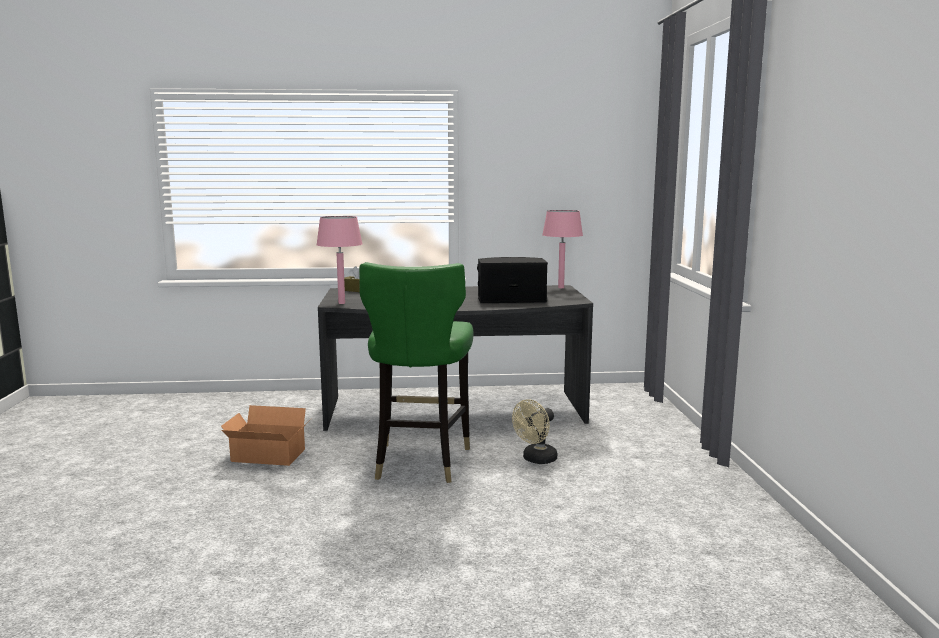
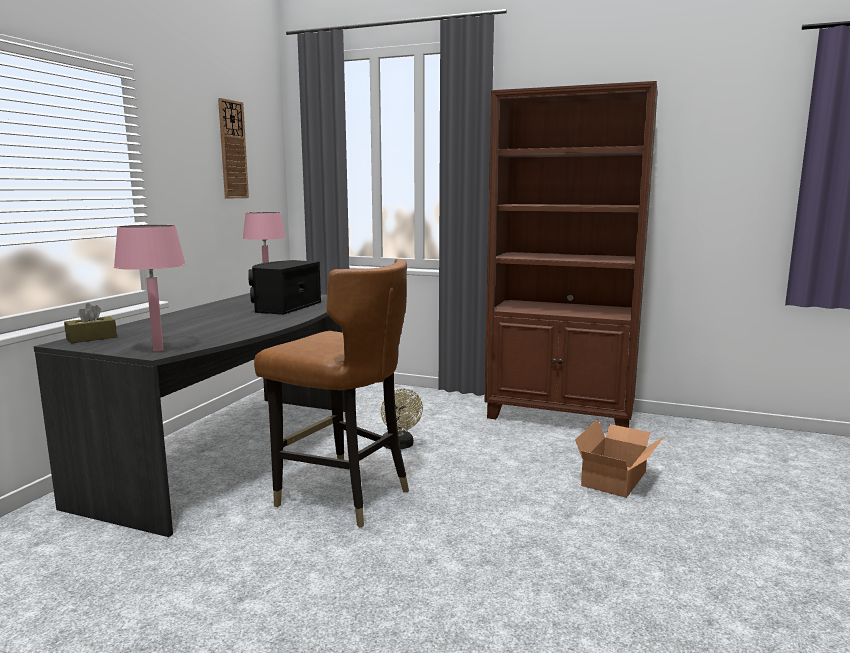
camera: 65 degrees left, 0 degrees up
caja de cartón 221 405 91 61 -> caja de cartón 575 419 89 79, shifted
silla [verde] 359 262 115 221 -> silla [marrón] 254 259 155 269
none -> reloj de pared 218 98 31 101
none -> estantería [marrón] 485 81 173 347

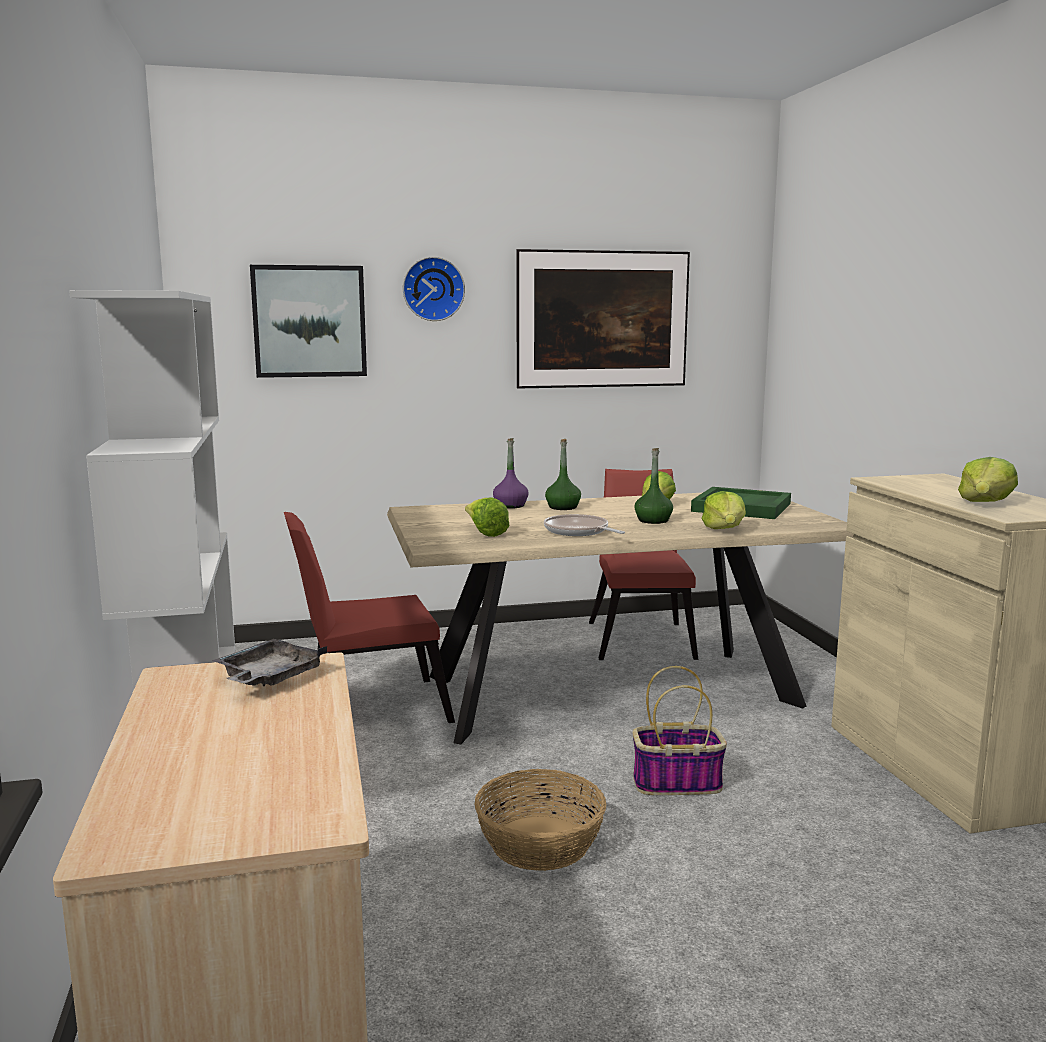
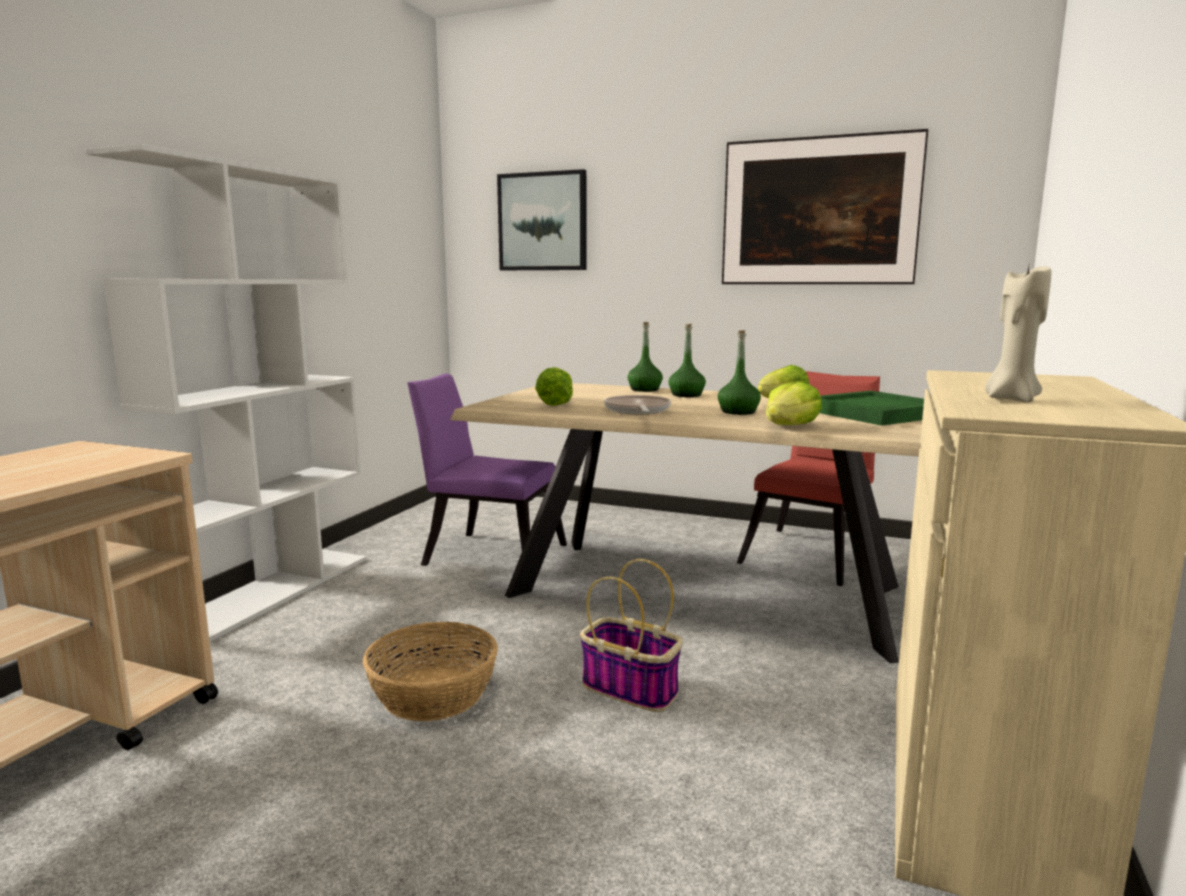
camera: 35 degrees right, 0 degrees up
bandeja [gris] 212 639 115 47 -> none
silla [rojo] 284 512 171 211 -> silla [morado] 407 374 160 192
reloj de pared 403 257 62 64 -> none
botella [morado] 493 438 36 71 -> botella [verde] 628 322 35 70
lechuga 958 457 60 45 -> vela [beis] 985 266 66 137

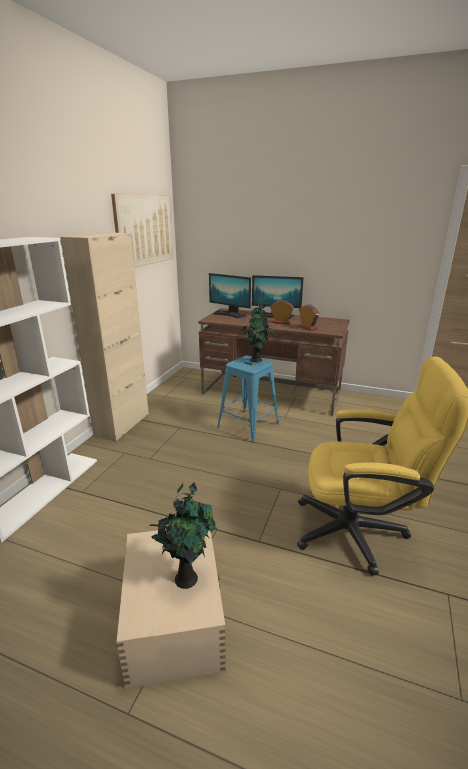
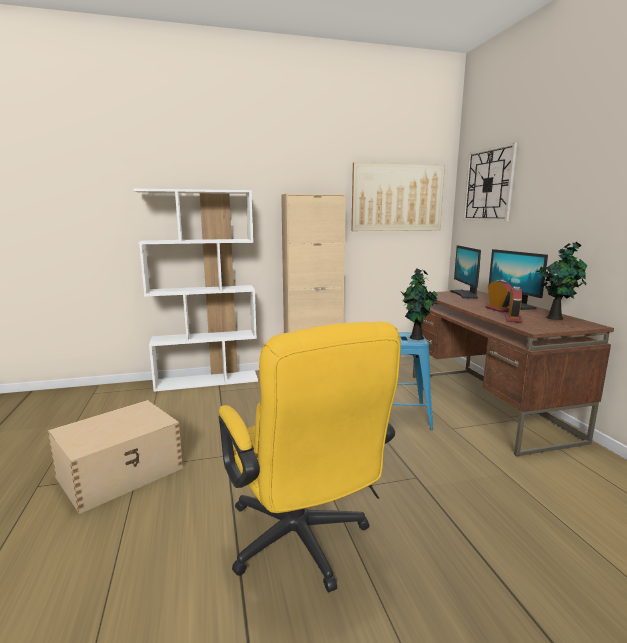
camera: 55 degrees right, 10 degrees down
planta en maceta 149 482 68 107 -> planta en maceta 536 242 51 78, shifted
none -> reloj de pared 463 142 54 79

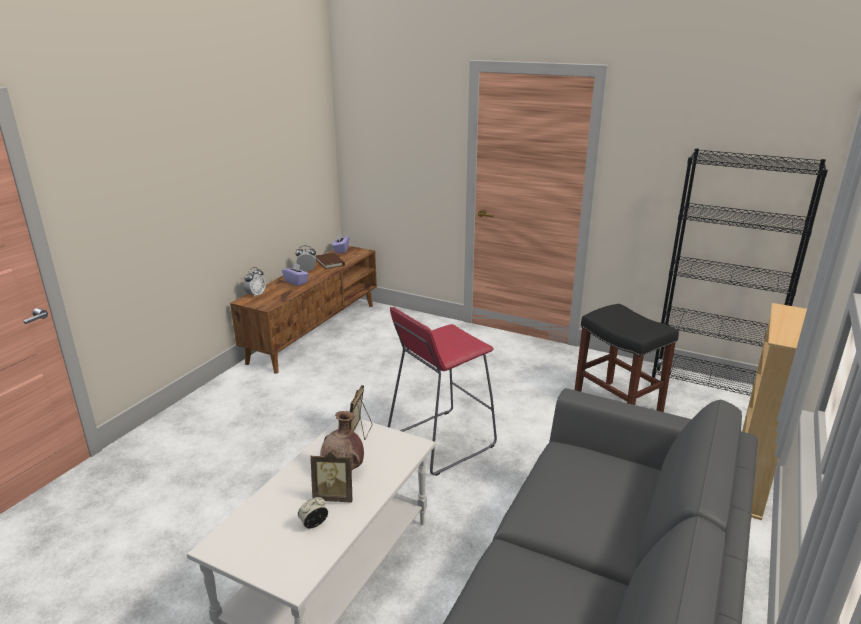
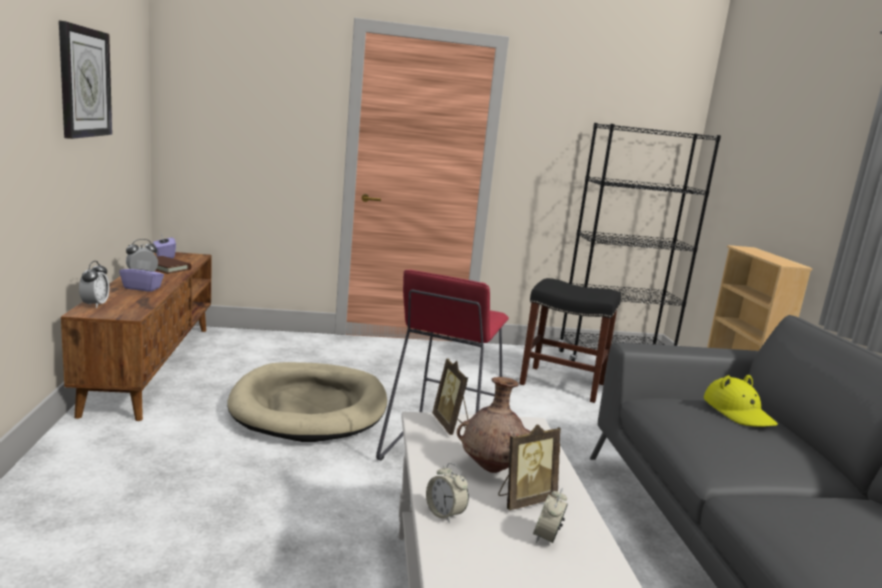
camera: 35 degrees left, 10 degrees down
none -> reloj de pared 59 21 53 118
none -> cama para perro [beis] 228 362 159 80
none -> despertador 426 463 43 60
none -> sombrero [amarillo] 704 375 74 52

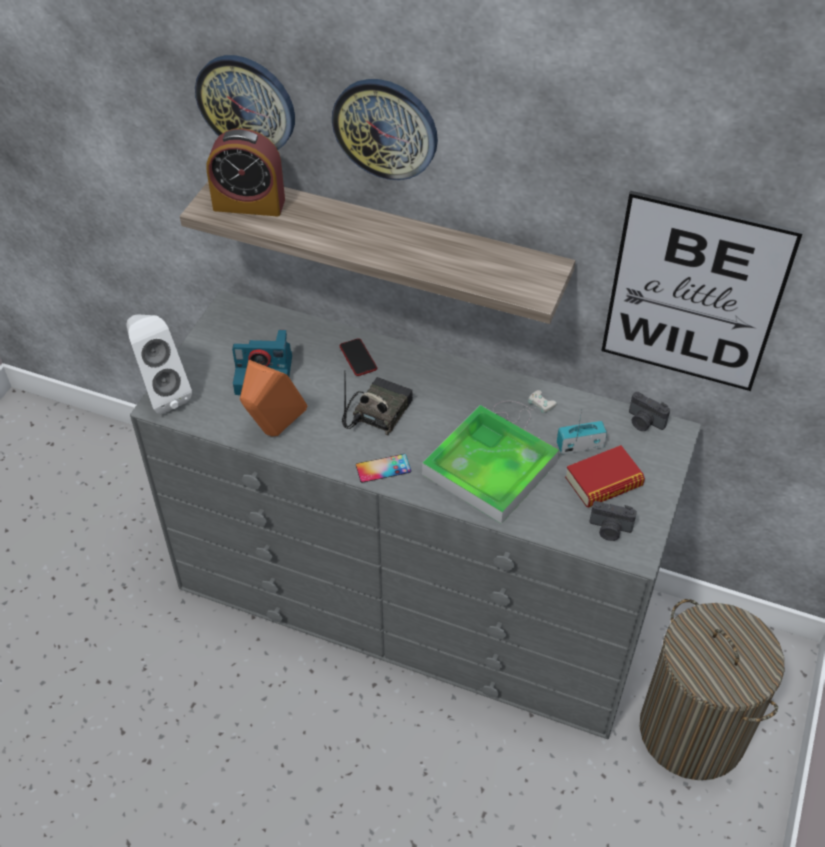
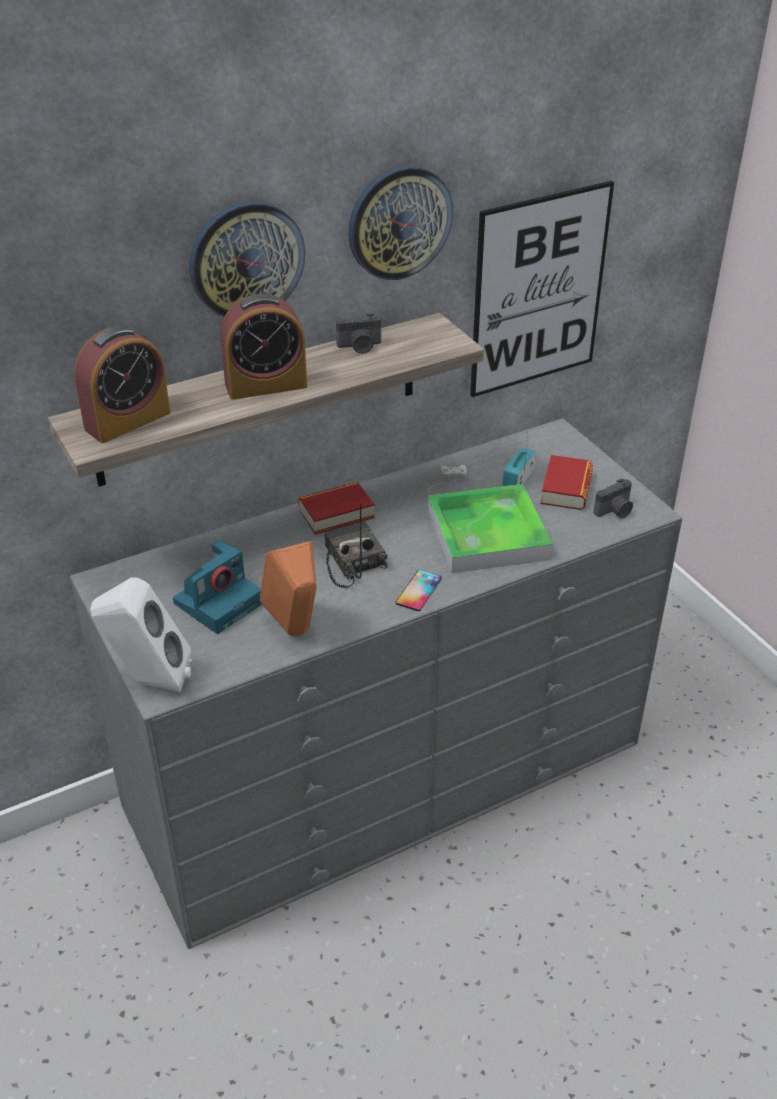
camera: 50 degrees left, 10 degrees down
reloj de pared 195 55 100 95 -> reloj de pared 348 165 105 115, shifted
móvil 340 338 37 38 -> none
cámara 629 392 41 39 -> cámara 336 313 45 41, shifted
cesto de la ropa 640 599 144 181 -> none
none -> despertador 220 294 87 106
none -> libro 298 482 77 53

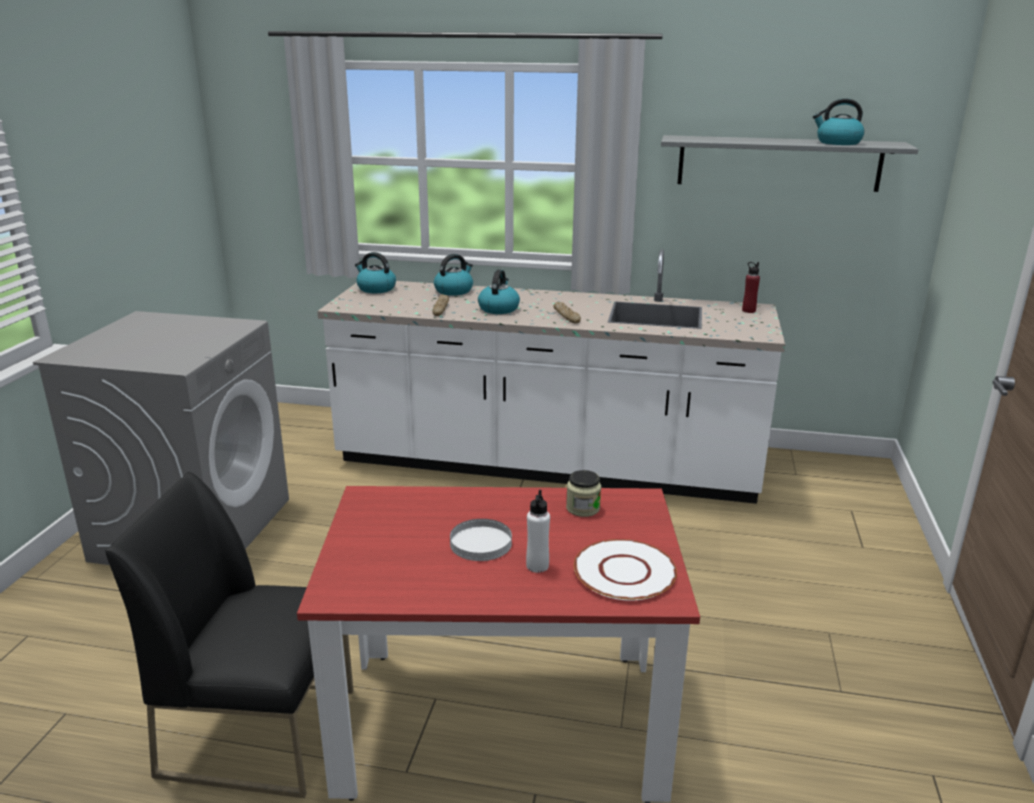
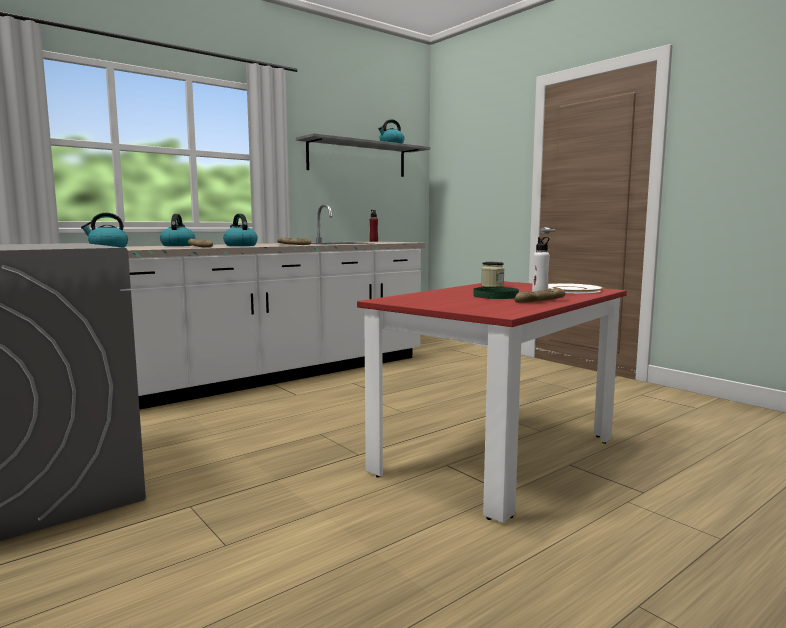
camera: 50 degrees left, 15 degrees down
silla [negro] 105 472 248 326 -> none
plato [blanco] 450 519 62 42 -> plato [verde] 473 287 46 12
none -> pan 514 288 51 15

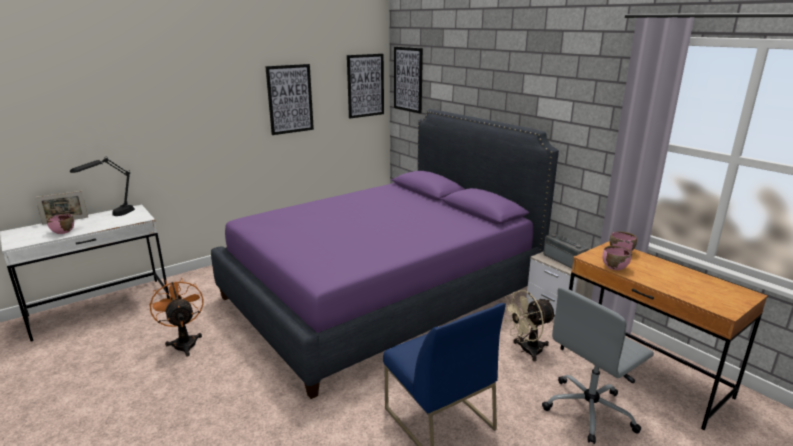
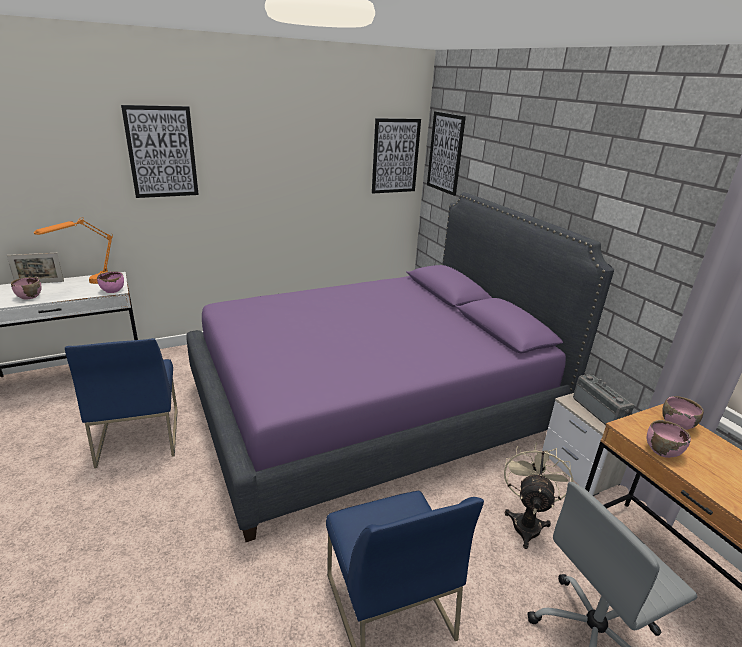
camera: 10 degrees right, 5 degrees up
lámpara de mesa [negro] 70 156 65 60 -> lámpara de mesa [naranja] 34 217 79 67
ventilador [naranja] 149 278 54 78 -> silla [azul] 65 338 113 130
cuadro 265 64 49 71 -> cuadro 121 105 78 93, shifted
ventilador [beis] 505 290 50 71 -> ventilador [beis] 504 442 69 107, 120 degrees clockwise
none -> cuenco [rosa] 97 271 27 22

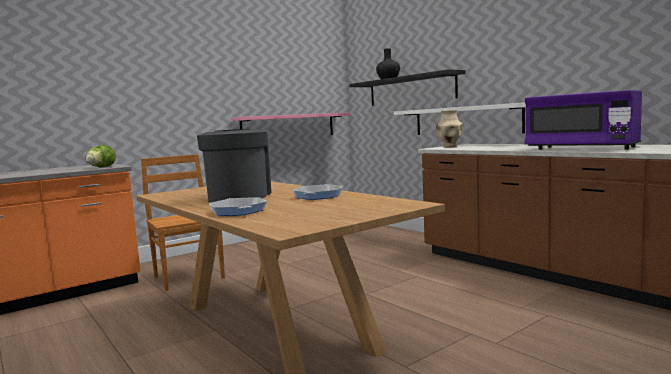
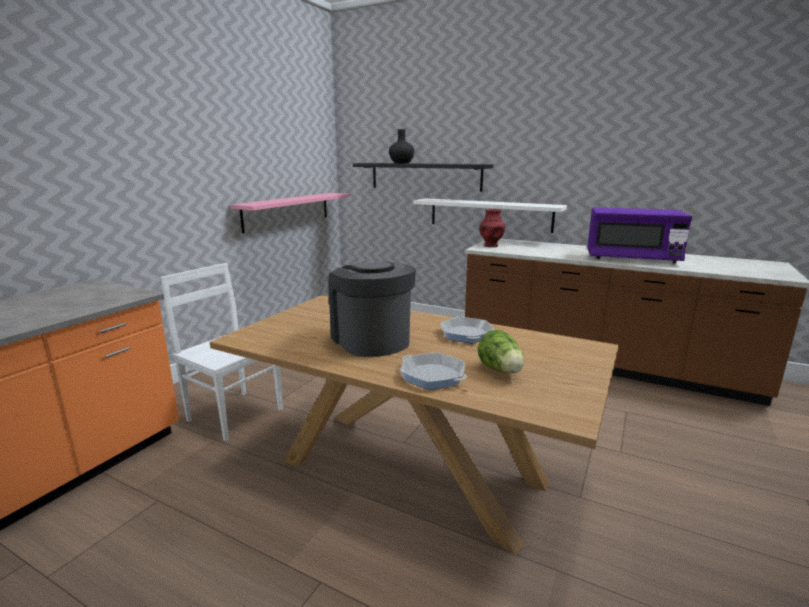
camera: 25 degrees left, 10 degrees up
lechuga 85 145 31 23 -> lechuga 478 329 46 44, shifted
silla [marrón] 141 154 84 137 -> silla [blanco] 161 263 122 178
florero [beis] 436 110 27 38 -> florero [rojo] 479 209 26 38

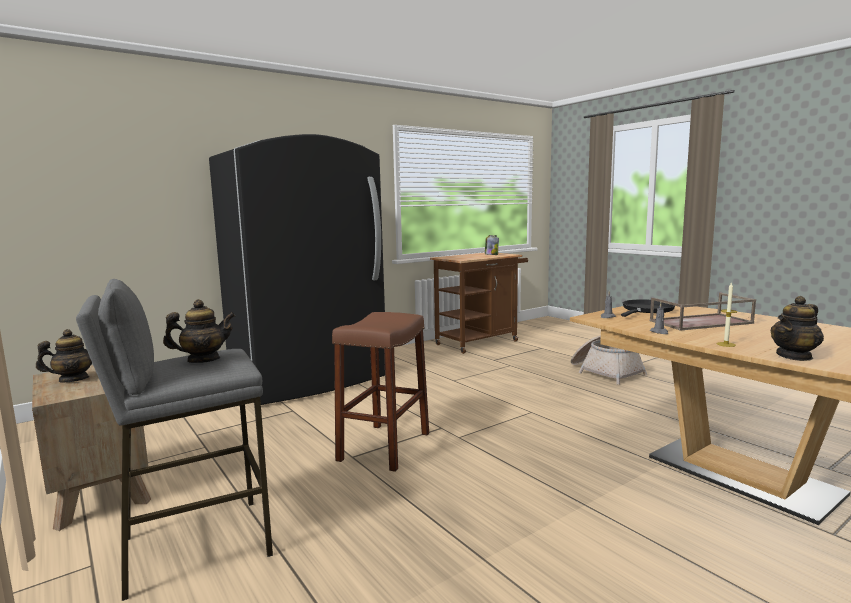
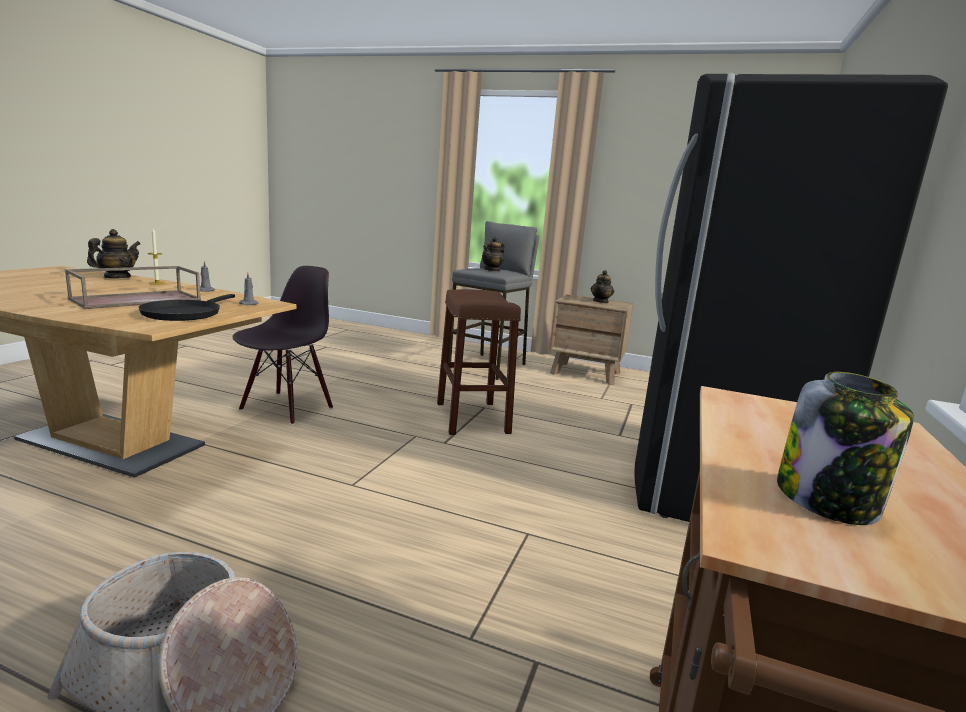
camera: 145 degrees right, 5 degrees up
none -> silla [negro] 233 266 100 159

